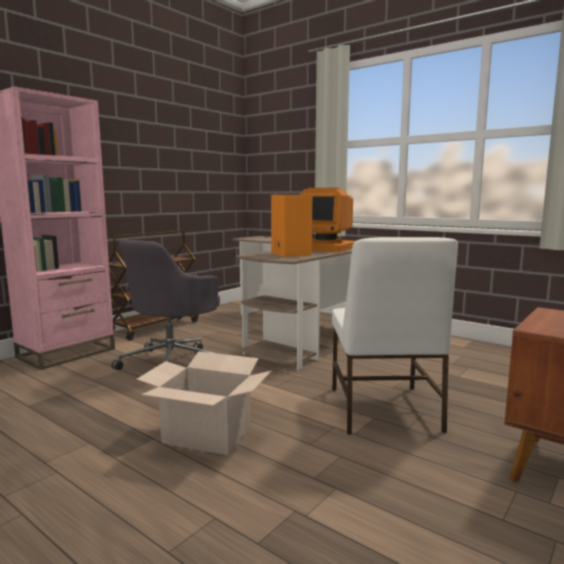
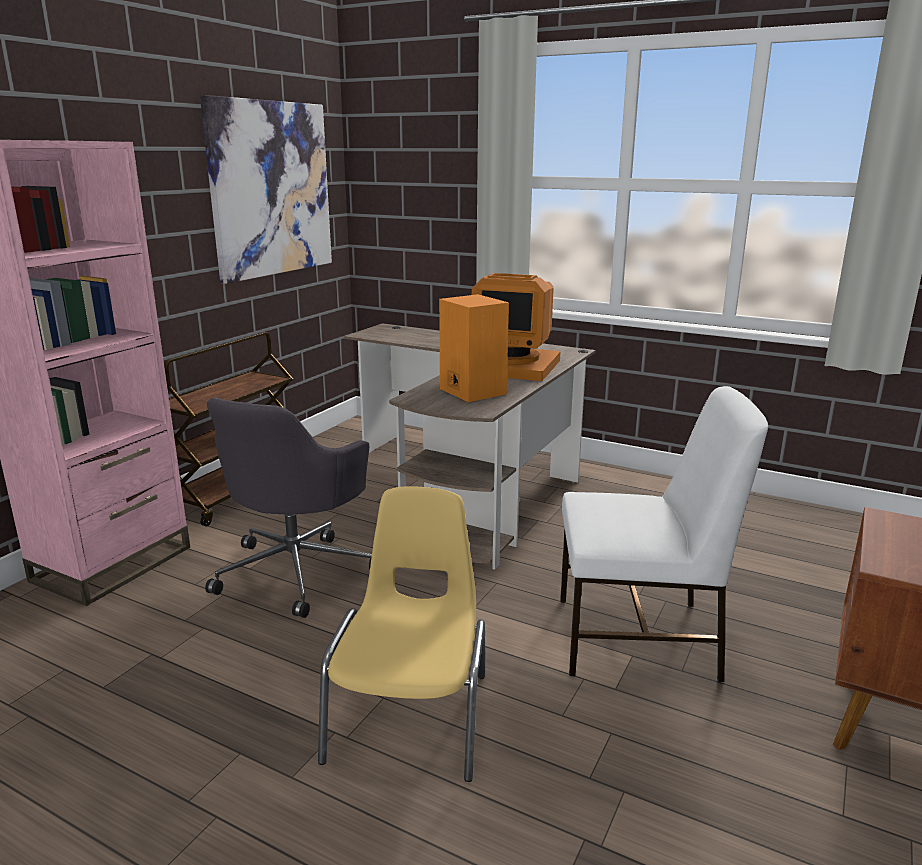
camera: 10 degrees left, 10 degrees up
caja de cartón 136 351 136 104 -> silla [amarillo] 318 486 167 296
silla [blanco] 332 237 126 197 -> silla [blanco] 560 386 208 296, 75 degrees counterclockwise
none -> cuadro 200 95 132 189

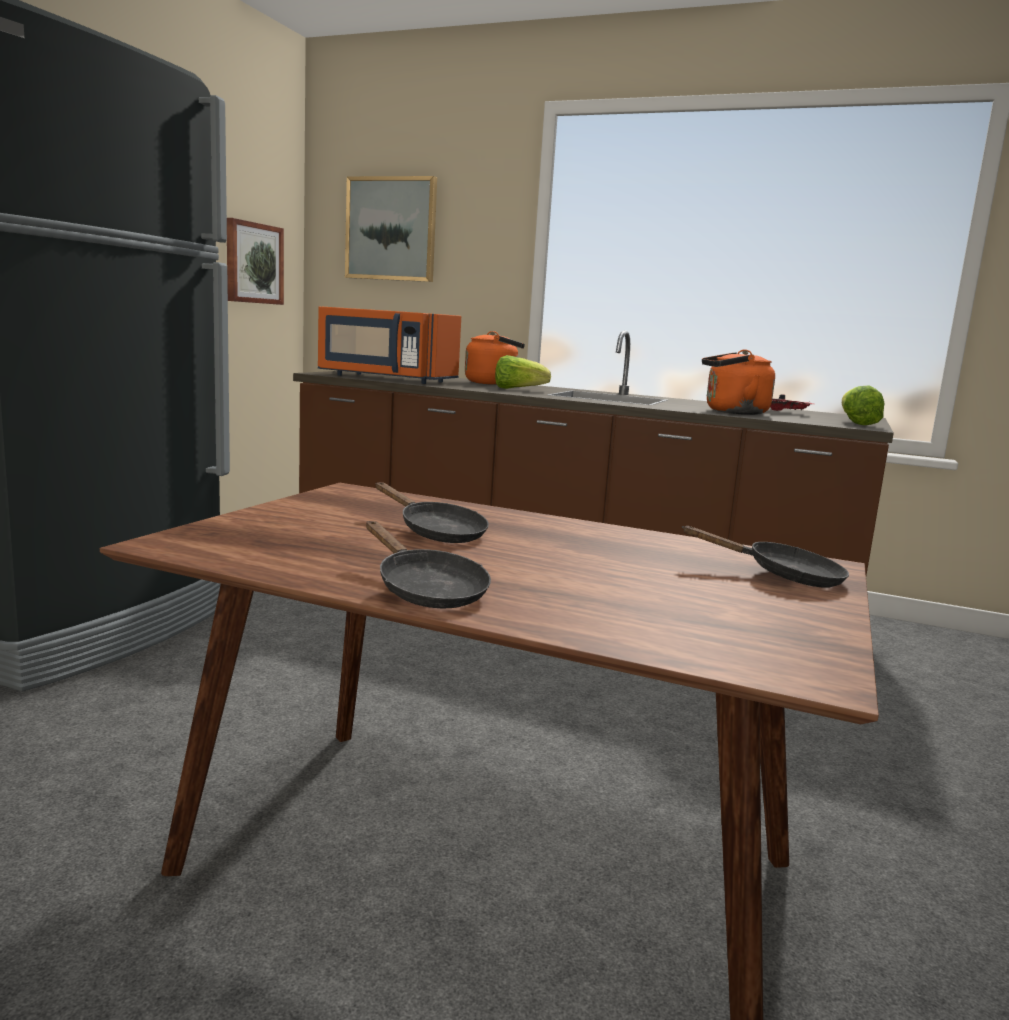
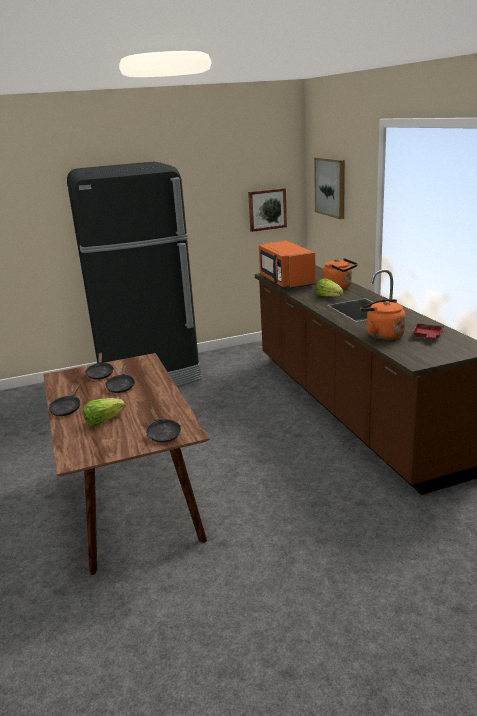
camera: 50 degrees right, 10 degrees up
lechuga 842 385 43 40 -> lechuga 83 398 42 28, shifted
none -> sartén [negro] 85 353 29 27

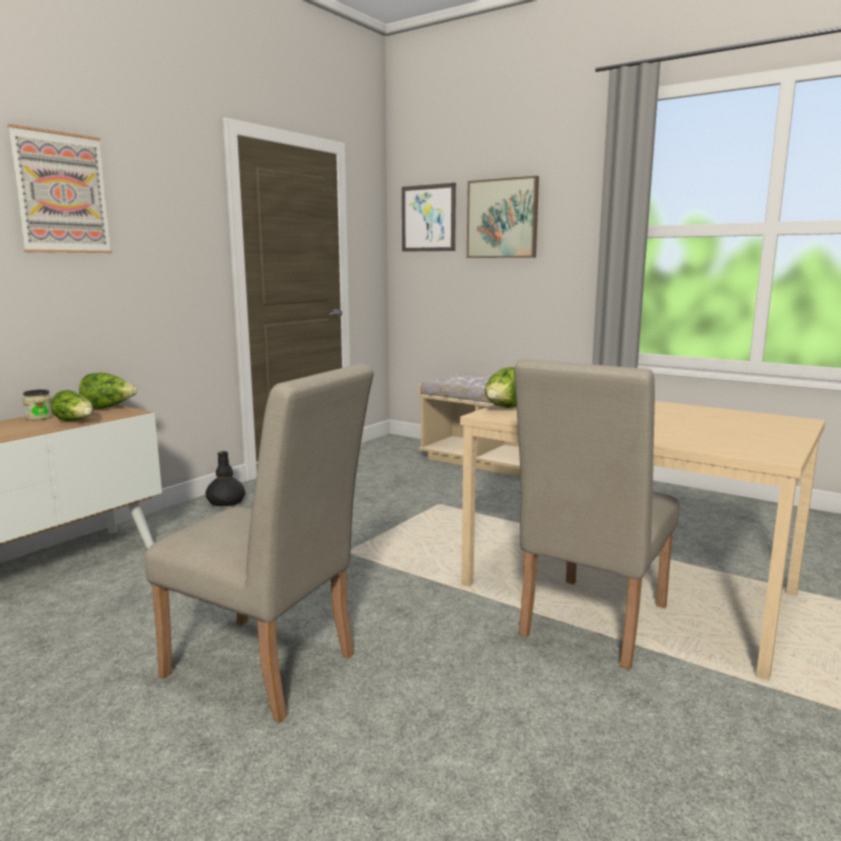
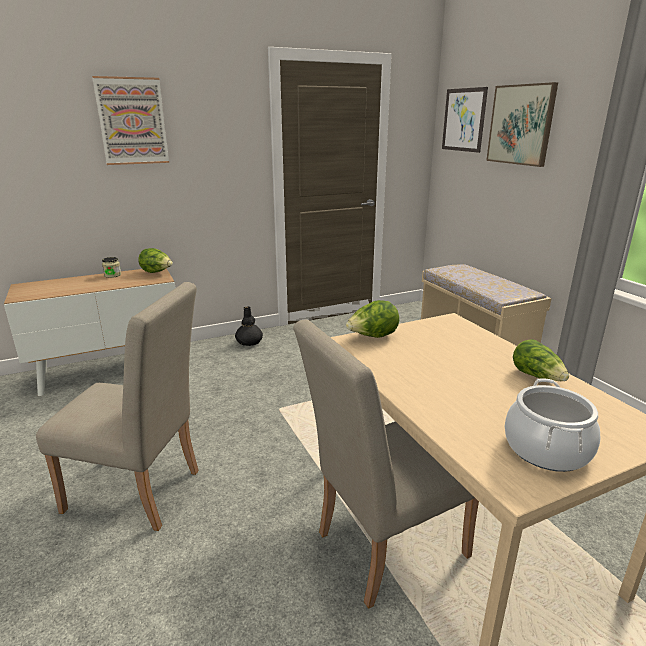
camera: 30 degrees right, 10 degrees up
lechuga 51 390 42 31 -> lechuga 513 339 56 42, shifted
silla [beis] 144 364 230 358 -> silla [beis] 36 282 163 249, 45 degrees counterclockwise
none -> olla 504 378 97 94

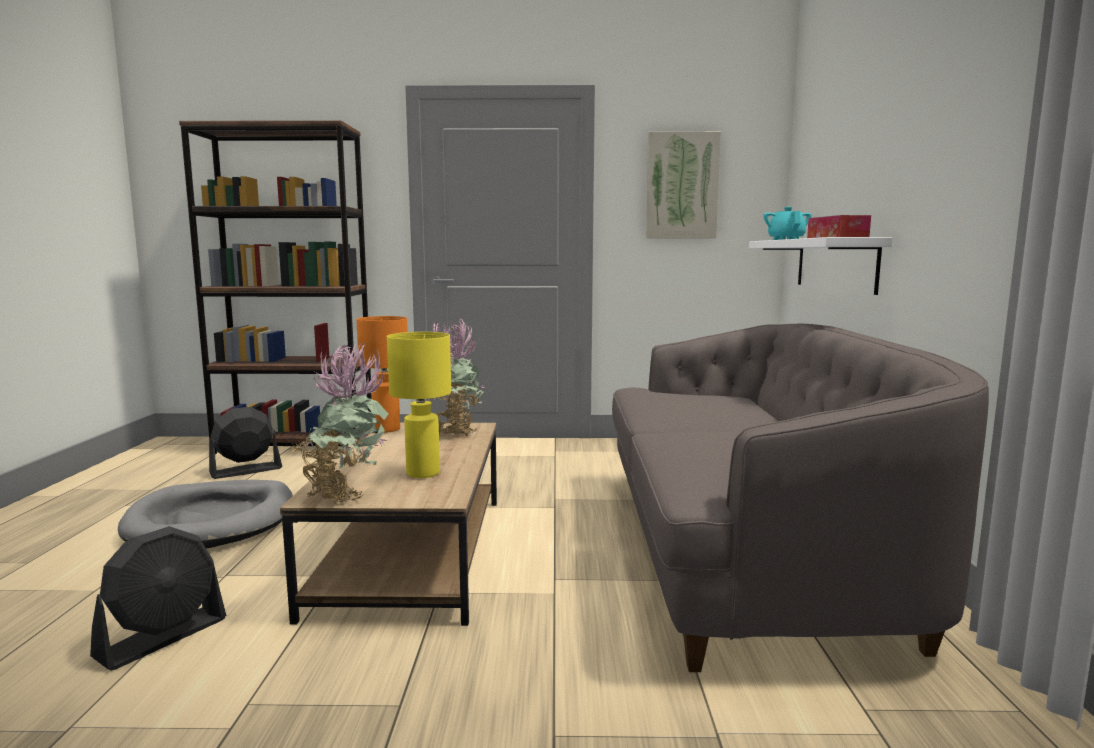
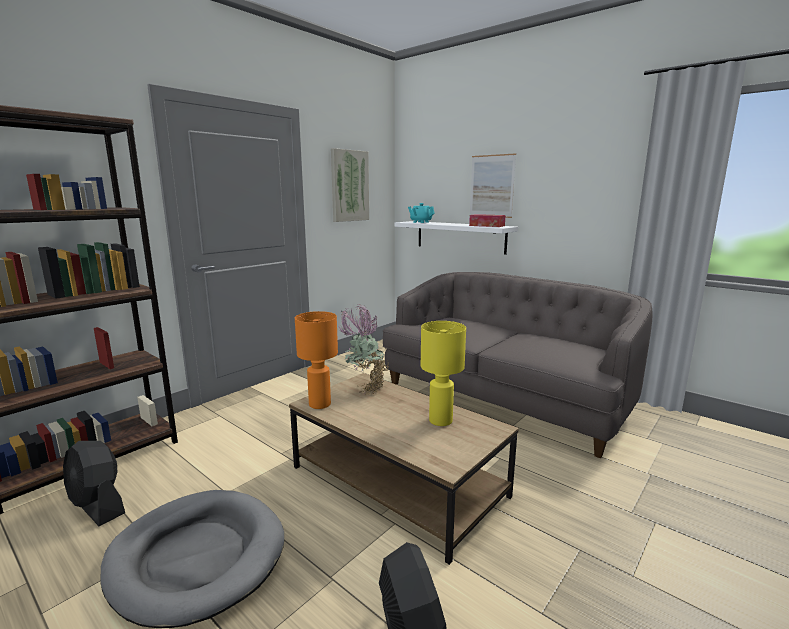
camera: 50 degrees left, 5 degrees up
ventilador [negro] 209 407 73 72 -> ventilador [negro] 63 441 62 85, 60 degrees counterclockwise
planta en maceta 289 342 99 163 -> none
none -> cuadro 470 153 46 65

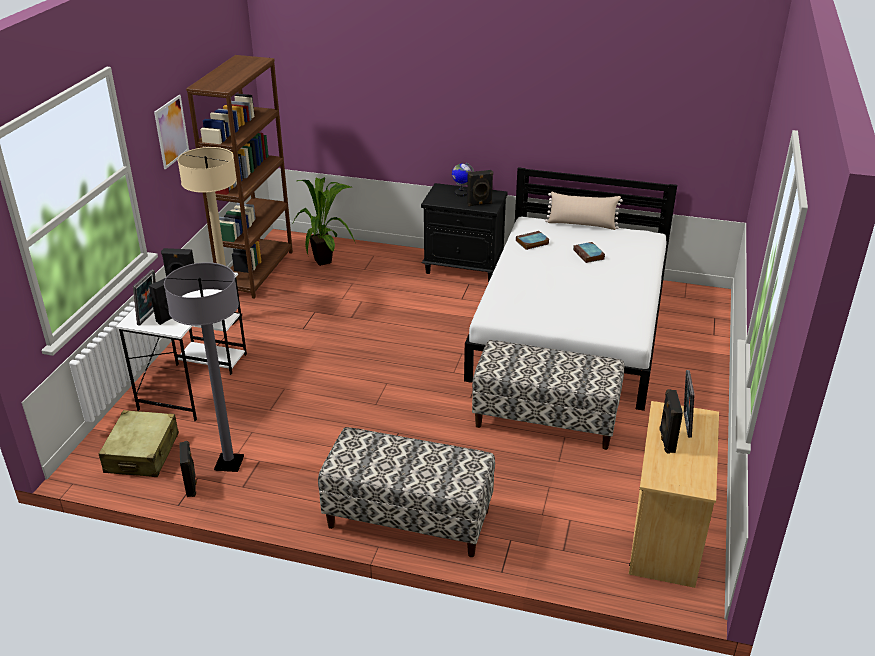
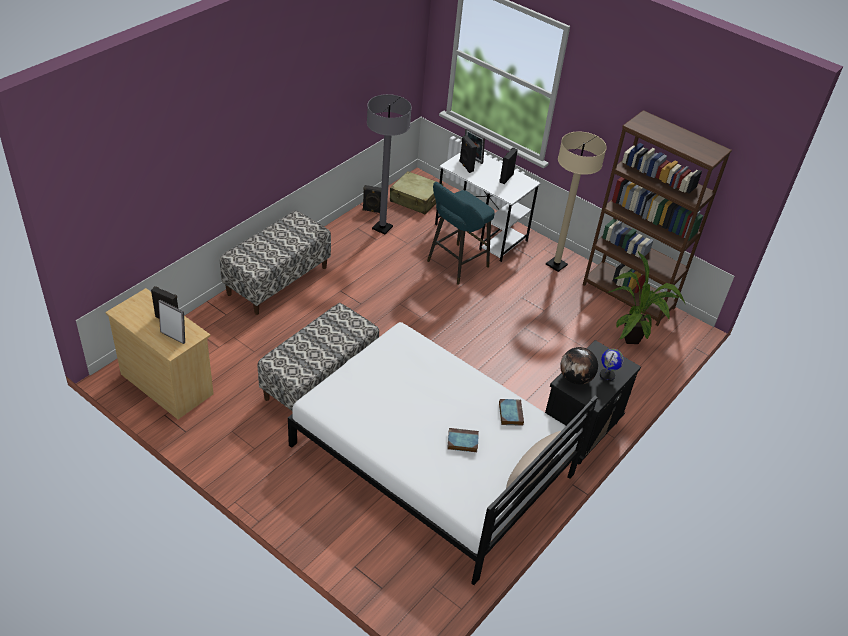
camera: 110 degrees right, 10 degrees up
cuadro 154 95 35 74 -> none
altavoz [negro] 467 170 26 36 -> globo terráqueo 560 347 38 38
none -> taburete [turquesa] 427 182 68 102

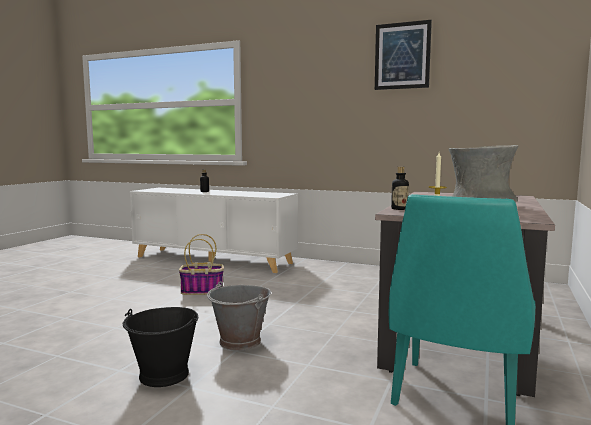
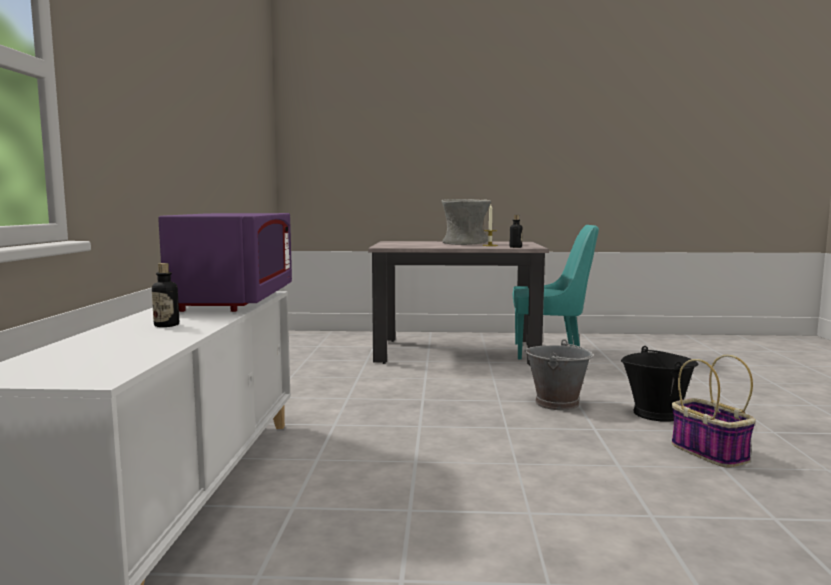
camera: 110 degrees left, 0 degrees up
cesta 179 234 45 61 -> cesta 672 355 84 112, shifted
cuadro 375 20 57 70 -> none
none -> microondas [morado] 158 213 134 99

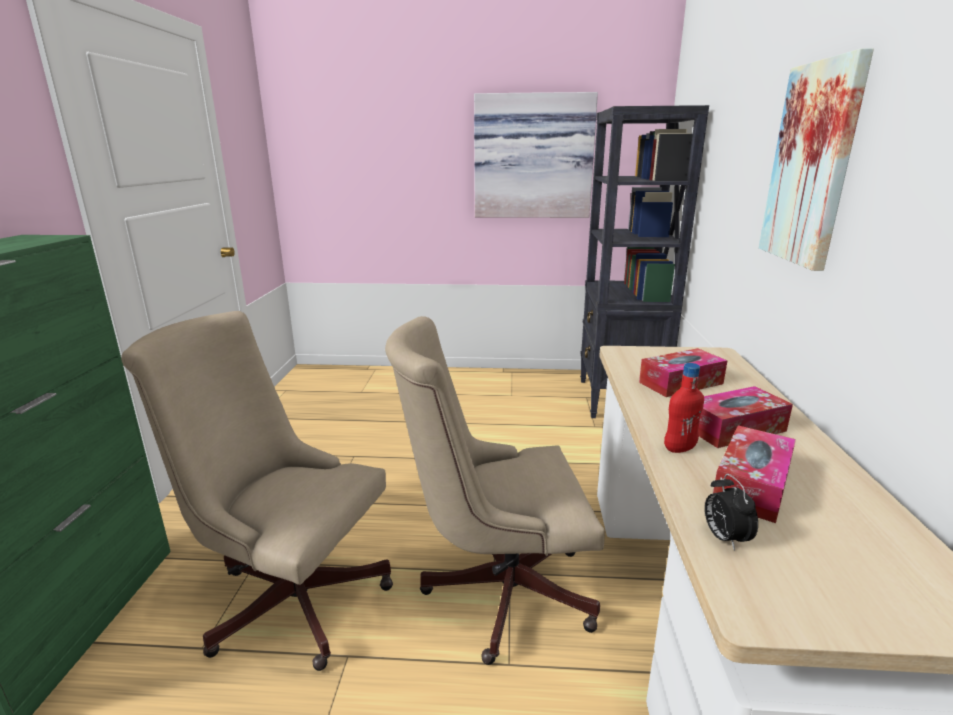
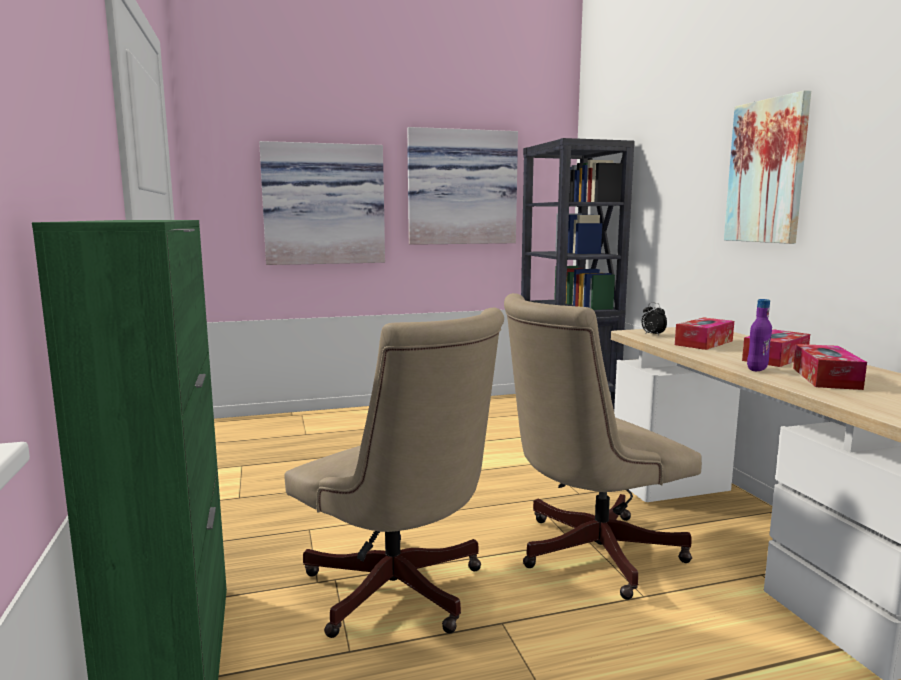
camera: 20 degrees left, 10 degrees down
silla de oficina [beis] 121 311 272 360 -> silla de oficina [beis] 284 308 220 330, 135 degrees counterclockwise
botella [rojo] 664 363 40 90 -> botella [morado] 747 299 25 72
despertador 705 474 53 77 -> despertador 642 302 25 34, shifted
none -> cuadro 259 141 126 124

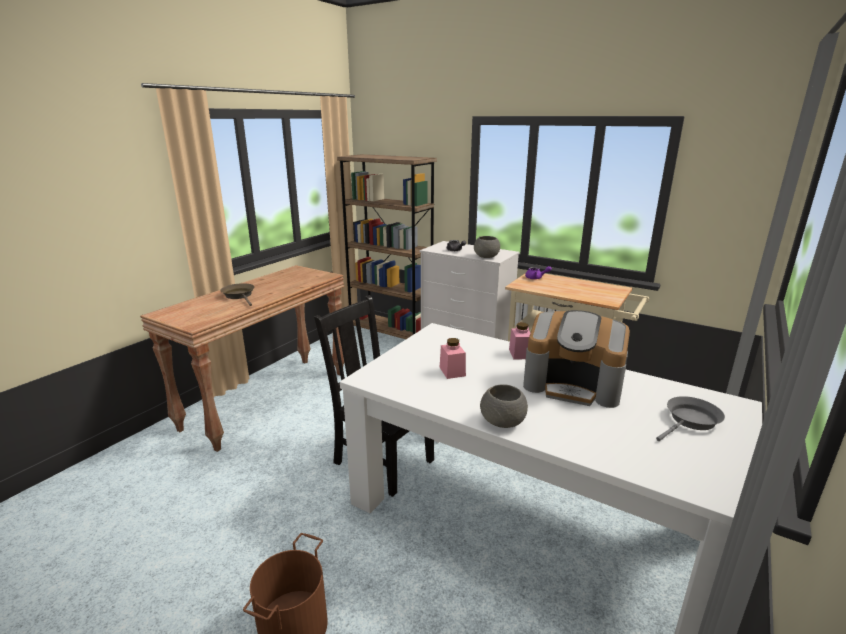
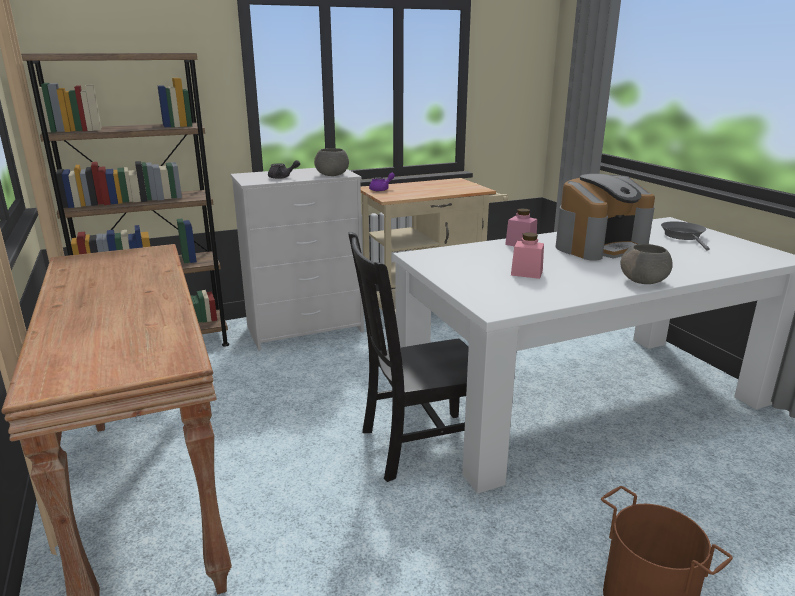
camera: 55 degrees left, 0 degrees up
sartén [marrón] 220 283 34 23 -> none

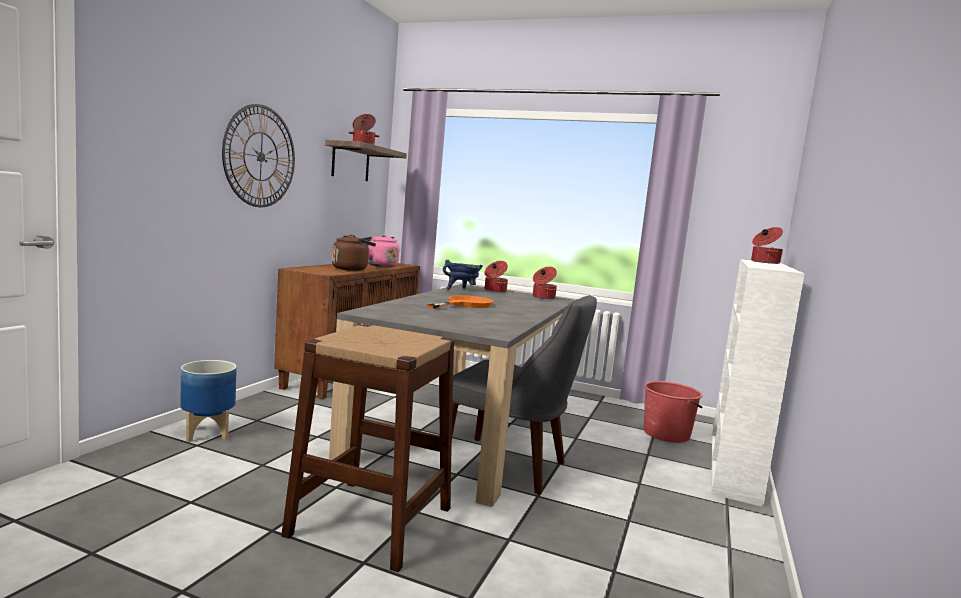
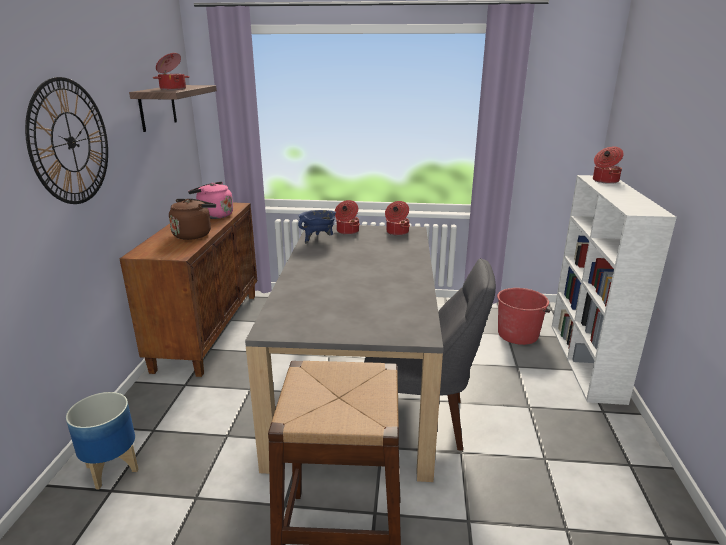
camera: 15 degrees left, 15 degrees up
sartén [naranja] 427 295 66 14 -> none

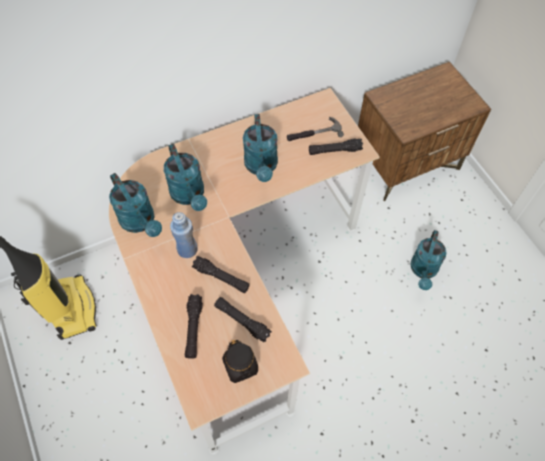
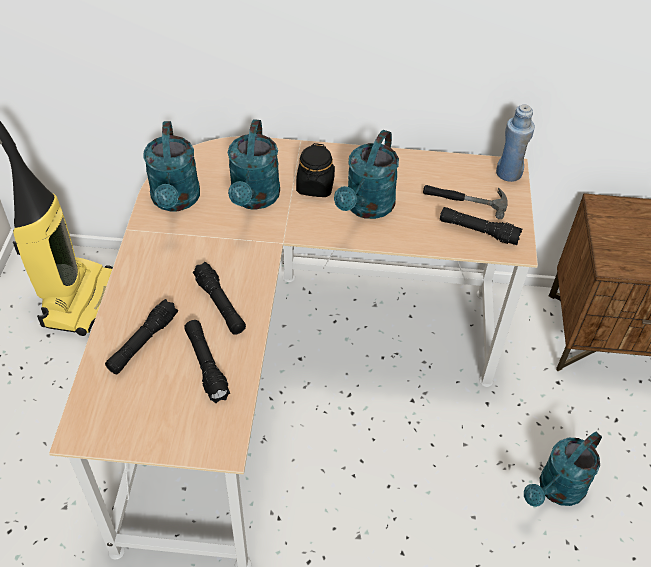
camera: 30 degrees right, 10 degrees down
botella [azul] 170 212 28 46 -> botella [azul] 496 104 39 78, shifted
tarro [negro] 222 340 36 43 -> tarro [negro] 296 143 39 54, shifted

